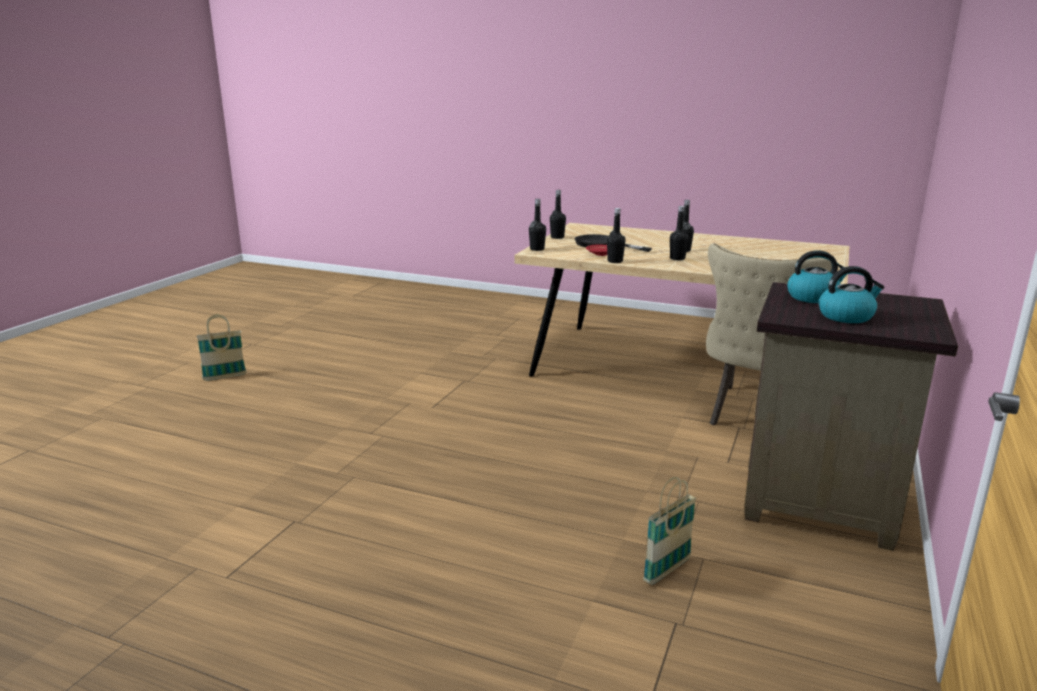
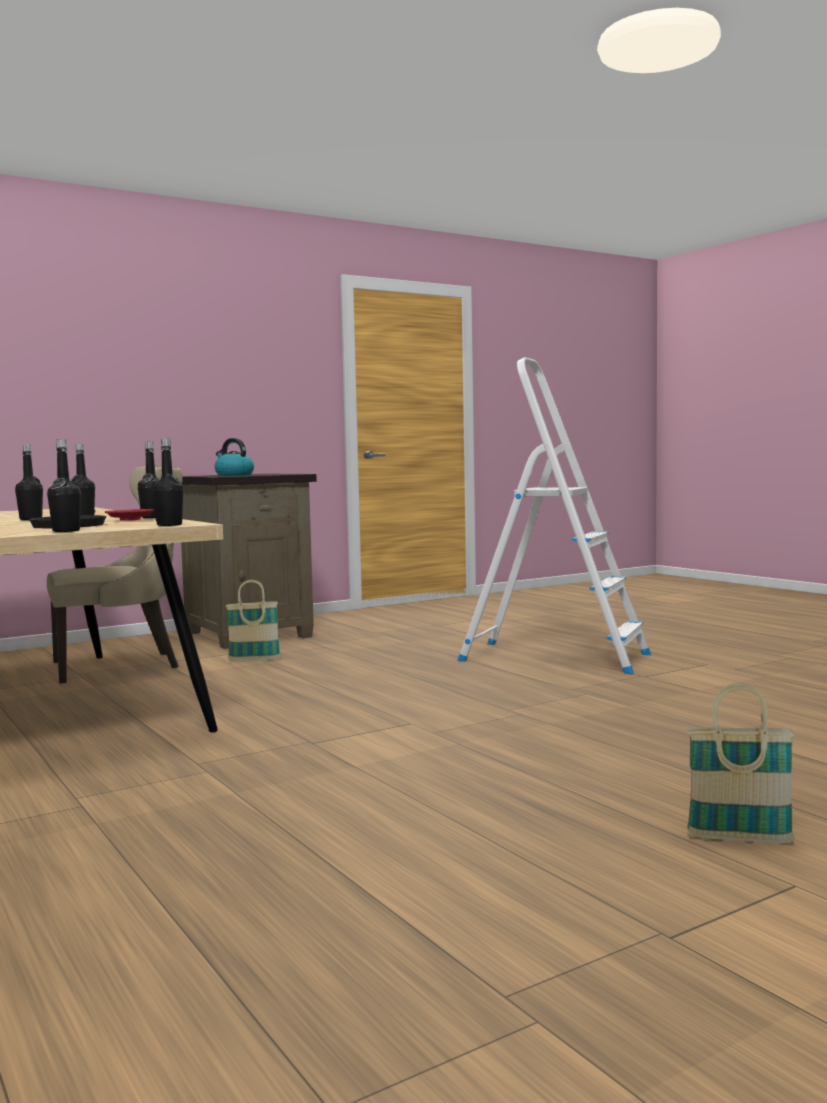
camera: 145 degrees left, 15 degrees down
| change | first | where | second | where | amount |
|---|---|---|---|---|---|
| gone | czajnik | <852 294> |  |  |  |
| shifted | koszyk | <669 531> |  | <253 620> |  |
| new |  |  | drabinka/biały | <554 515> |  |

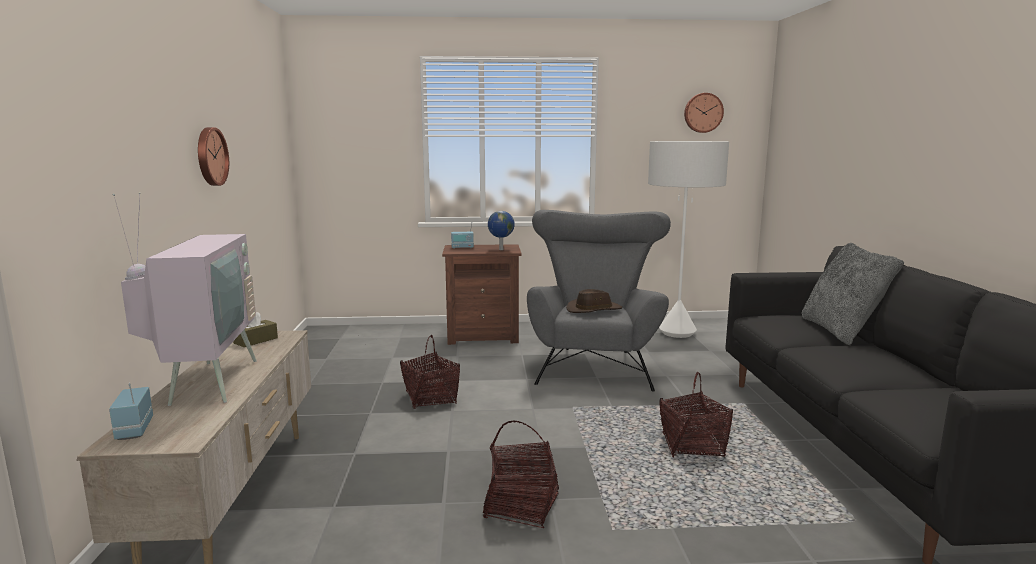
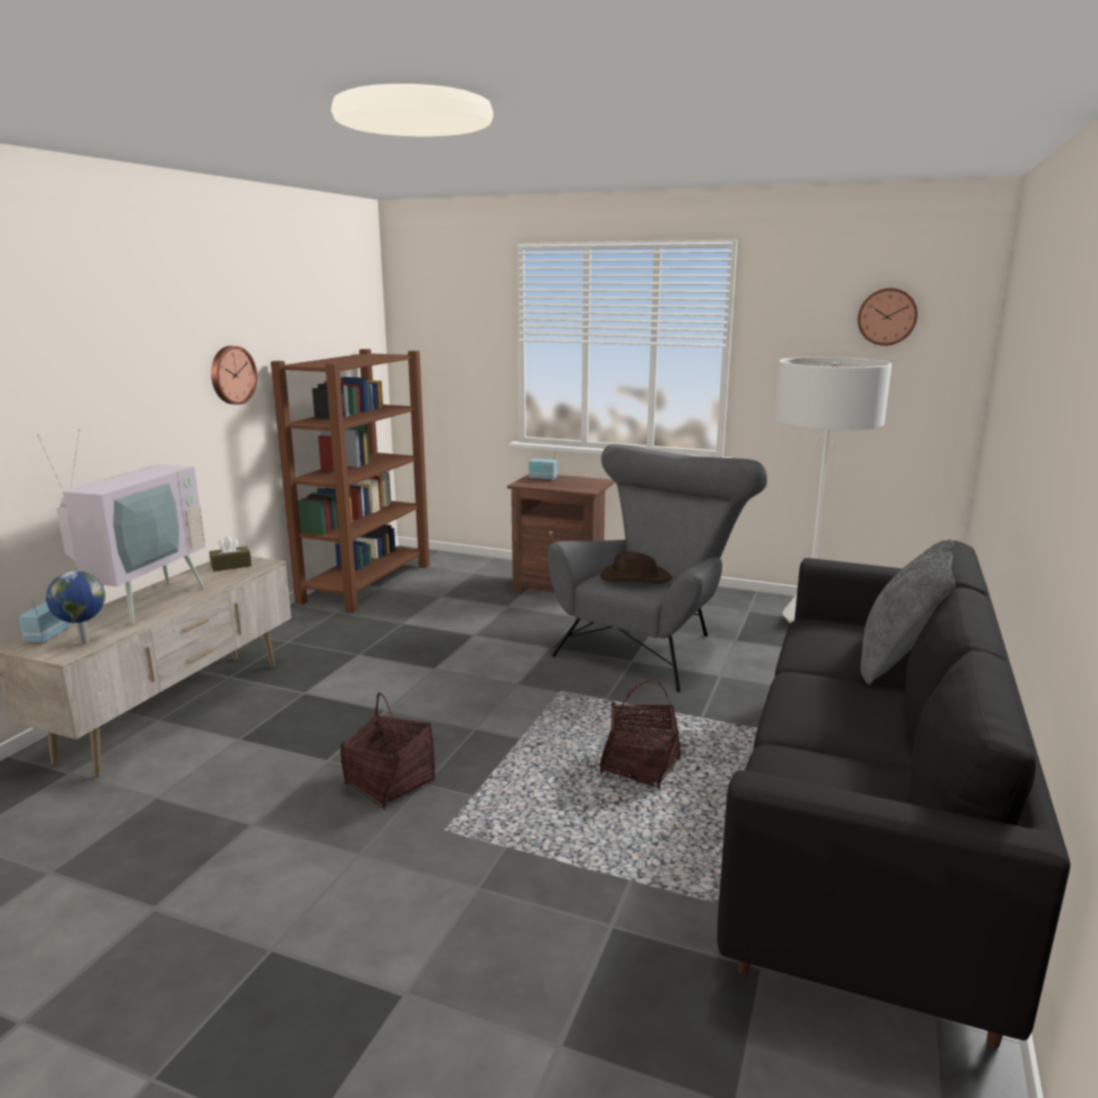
camera: 25 degrees right, 5 degrees up
| change | first | where | second | where | amount |
|---|---|---|---|---|---|
| shifted | globus | <501 230> |  | <75 608> |  |
| gone | koszyk | <430 372> |  |  |  |
| new |  |  | regał/brązowy | <350 481> |  |

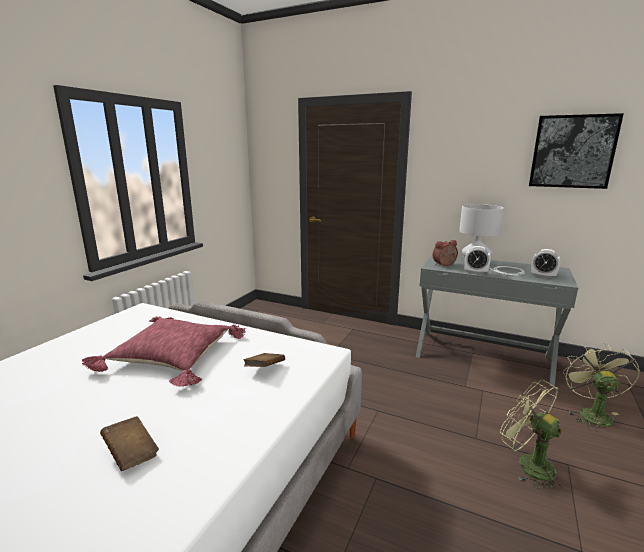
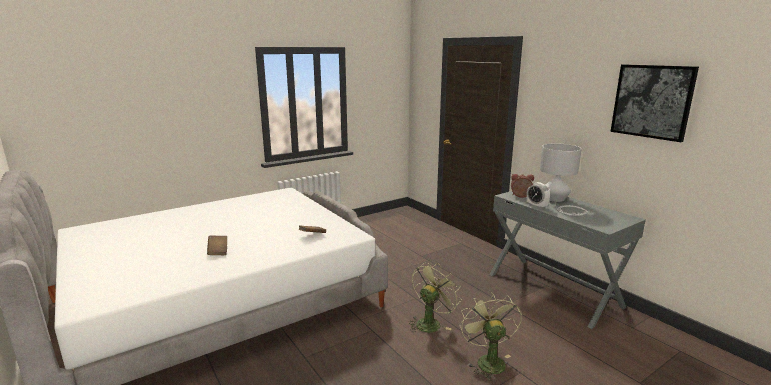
camera: 30 degrees right, 0 degrees up
| change | first | where | second | where | amount |
|---|---|---|---|---|---|
| gone | budzik | <545 263> |  |  |  |
| gone | poduszka/czerwony | <164 351> |  |  |  |
| shifted | wentylator/zielony | <601 387> |  | <435 297> |  |

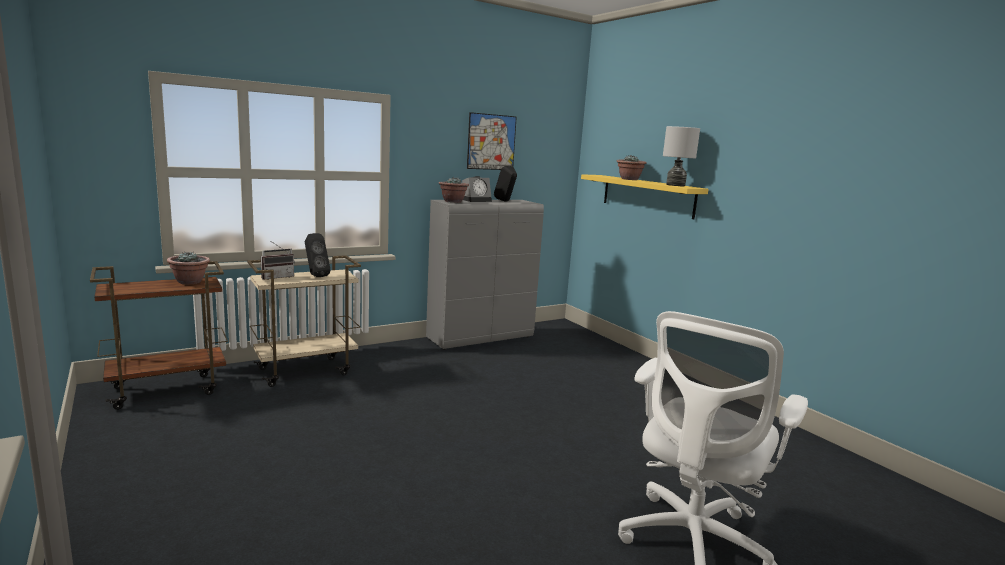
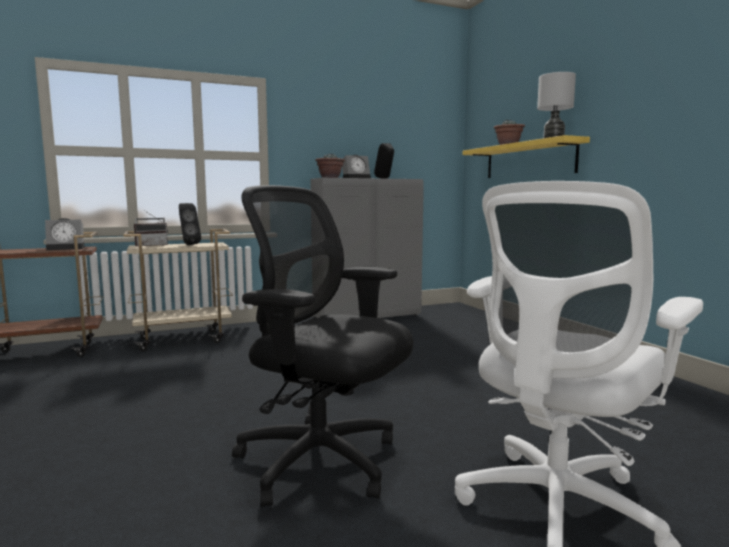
camera: 10 degrees right, 5 degrees down
| change | first | where | second | where | amount |
|---|---|---|---|---|---|
| gone | obraz | <492 141> |  |  |  |
| swapped | roślina doniczkowa | <188 268> | budzik | <65 234> |  |
| new |  |  | krzesło biurowe/czarny | <322 346> |  |

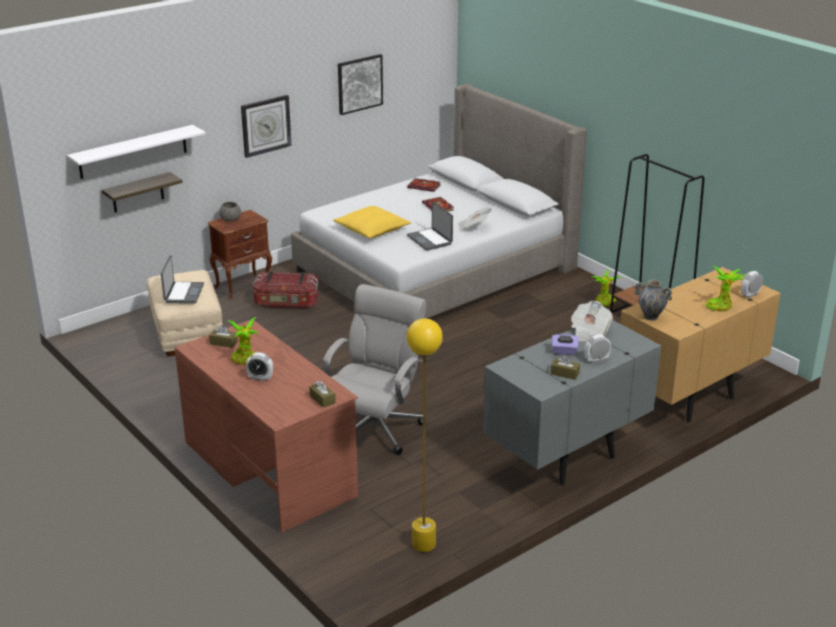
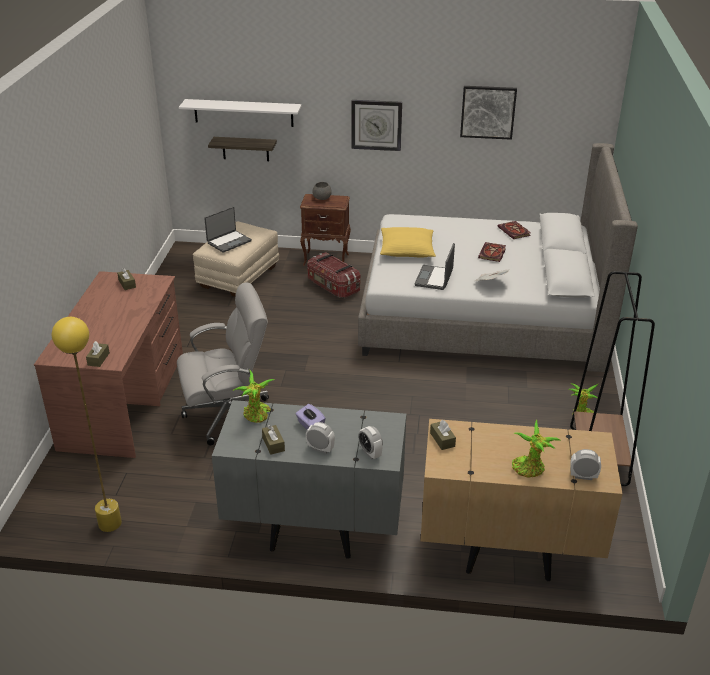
camera: 45 degrees right, 5 degrees up
| change | first | where | second | where | amount |
|---|---|---|---|---|---|
| swapped | wazon | <653 300> | pudełko chusteczek/brązowy | <443 435> |  |
| gone | gazeta | <592 321> |  |  |  |
| shifted | roślina doniczkowa | <243 341> |  | <254 396> |  |
| shifted | budzik | <259 366> |  | <370 442> |  |

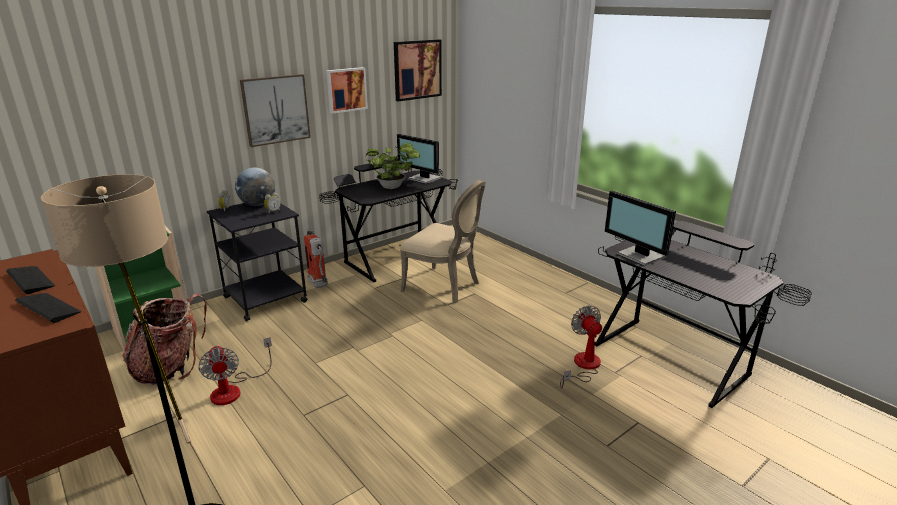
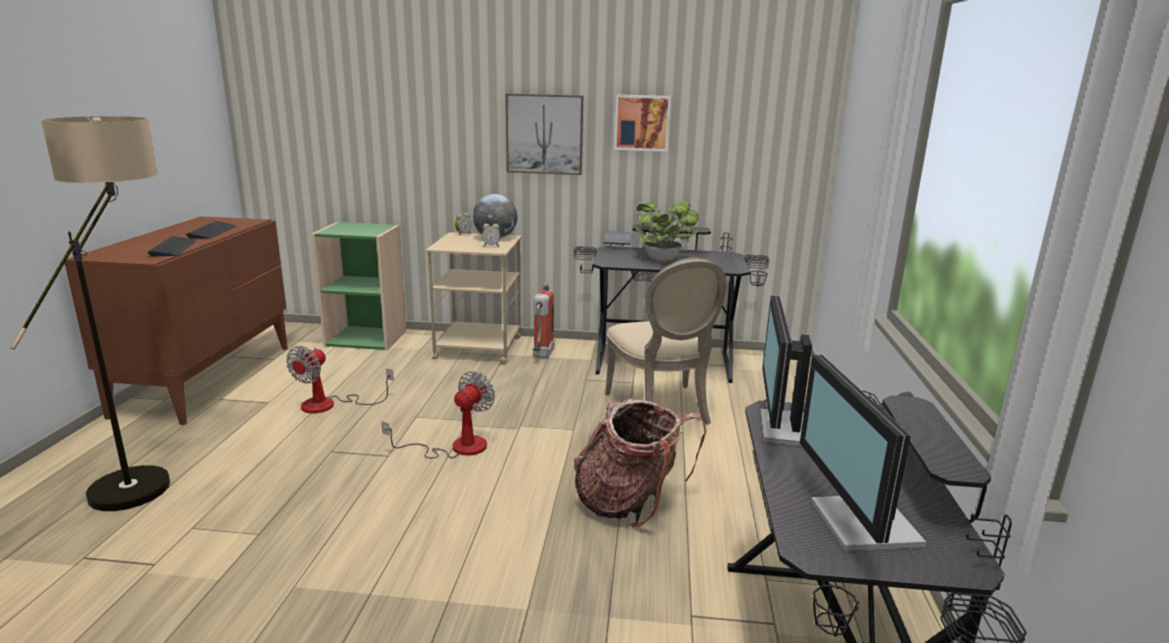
camera: 45 degrees right, 5 degrees down
| change | first | where | second | where | amount |
|---|---|---|---|---|---|
| gone | obraz | <418 70> |  |  |  |
| shifted | monitor | <419 159> |  | <863 453> |  |
| repainted | wózek/czarny | <257 262> | wózek/beżowy | <474 298> |  |
| shifted | plecak | <164 339> |  | <640 462> |  |
| shifted | wentylator | <581 346> |  | <438 415> |  |

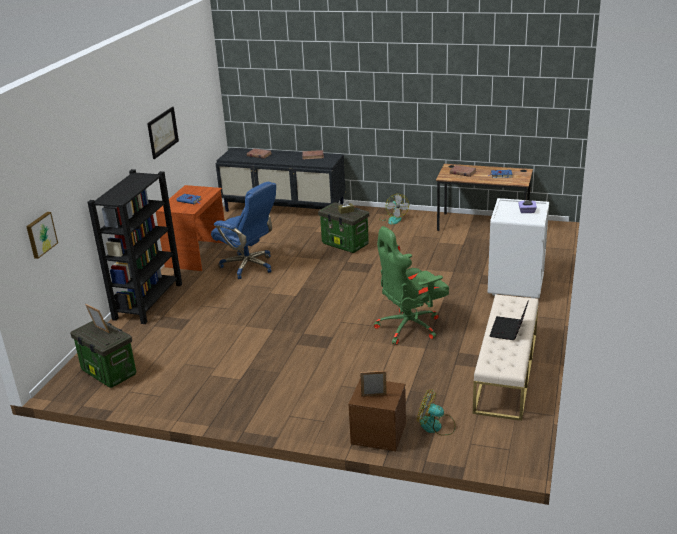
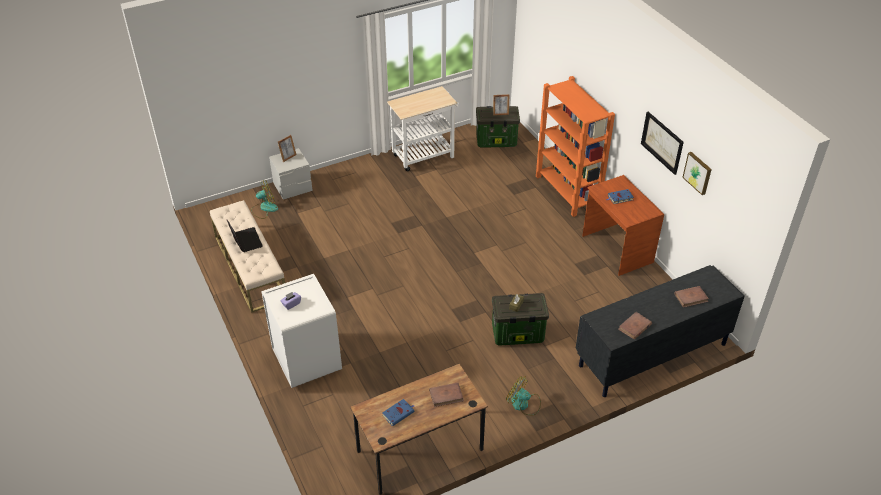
camera: 135 degrees right, 15 degrees up
| change | first | where | second | where | amount |
|---|---|---|---|---|---|
| repainted | regał/czarny | <134 246> | regał/pomarańczowy | <575 146> |  |
| gone | krzesło biurowe/niebieski | <243 230> |  |  |  |
| shifted | obraz | <42 235> |  | <697 173> |  |
| gone | krzesło biurowe/zielony | <411 285> |  |  |  |
| repainted | szafka nocna/brązowy | <377 414> | szafka nocna/biały | <291 174> |  |
| new |  |  | wózek/biały | <423 128> |  |

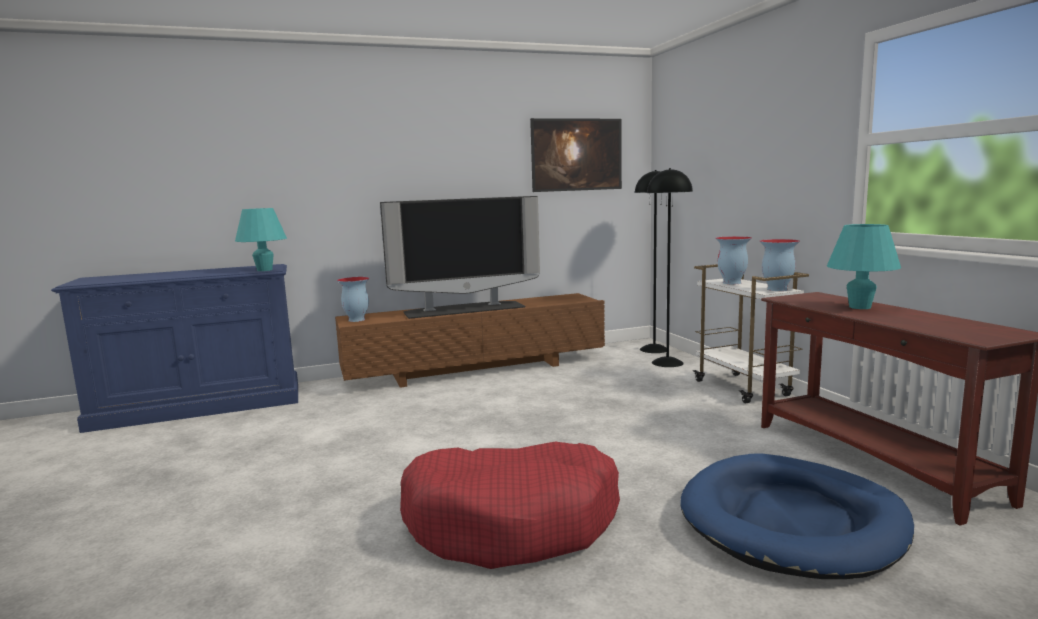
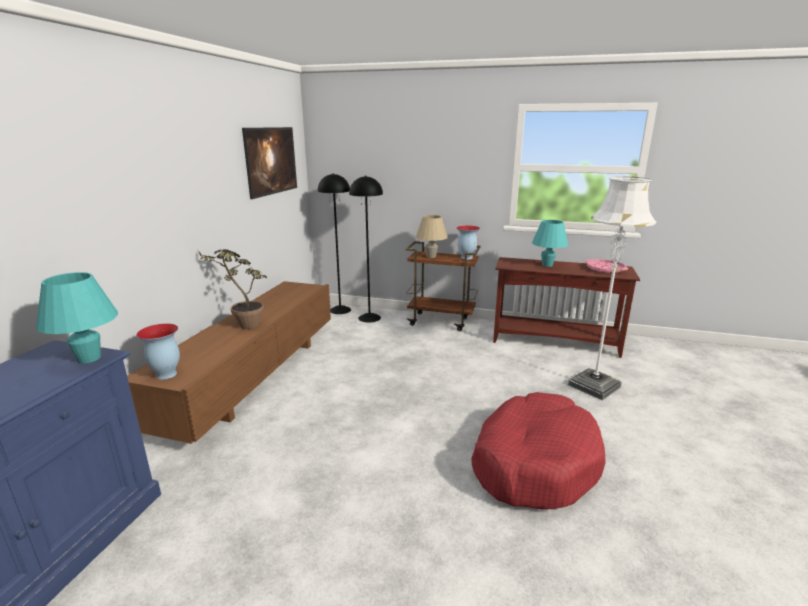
camera: 55 degrees left, 10 degrees up
| change | first | where | second | where | amount |
|---|---|---|---|---|---|
| swapped | telewizor | <460 257> | roślina doniczkowa | <232 289> |  |
| swapped | wazon | <733 260> | lampa stołowa/beżowy | <432 236> |  |
| repainted | wózek/biały | <751 333> | wózek/brązowy | <443 286> |  |
| swapped | legowisko/niebieski | <797 516> | lampa stojąca/biały | <612 288> |  |
| new |  |  | taca/różowy | <606 266> |  |

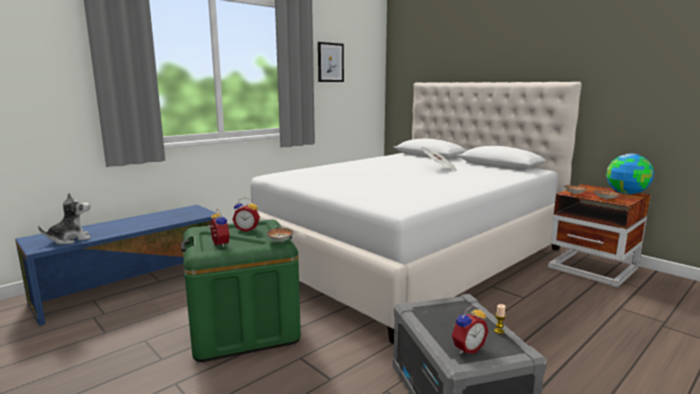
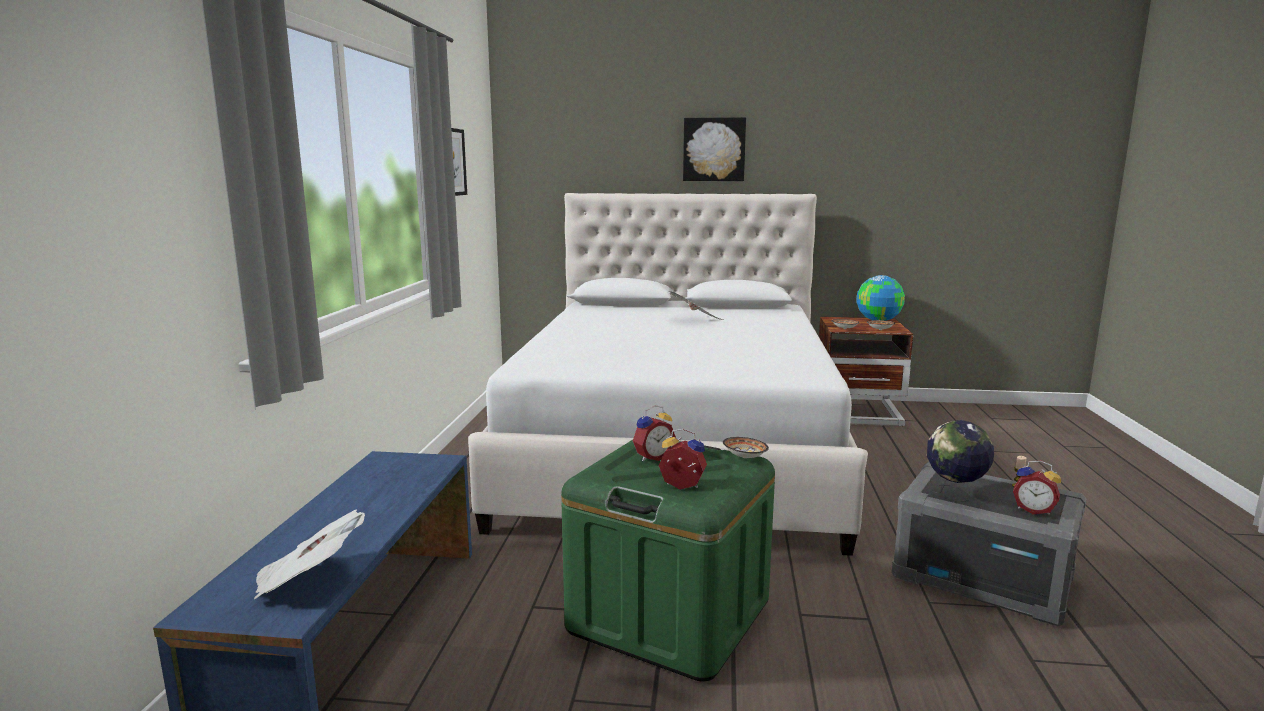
camera: 40 degrees left, 0 degrees up
| change | first | where | second | where | amount |
|---|---|---|---|---|---|
| swapped | pluszak | <64 219> | gazeta | <309 554> |  |
| rotated | budzik | <470 329> |  | <1037 488> | 105 degrees clockwise |
| new |  |  | obraz | <714 149> |  |
| new |  |  | globus | <960 461> |  |

